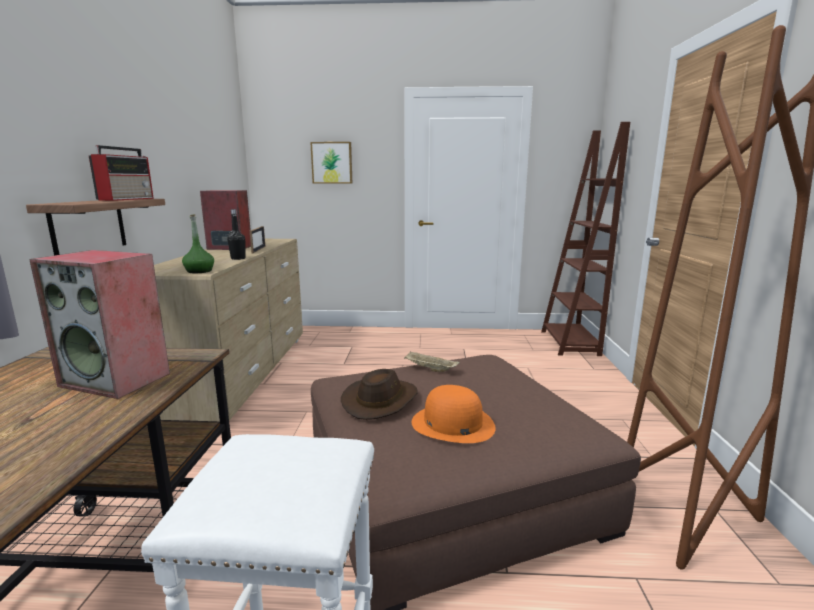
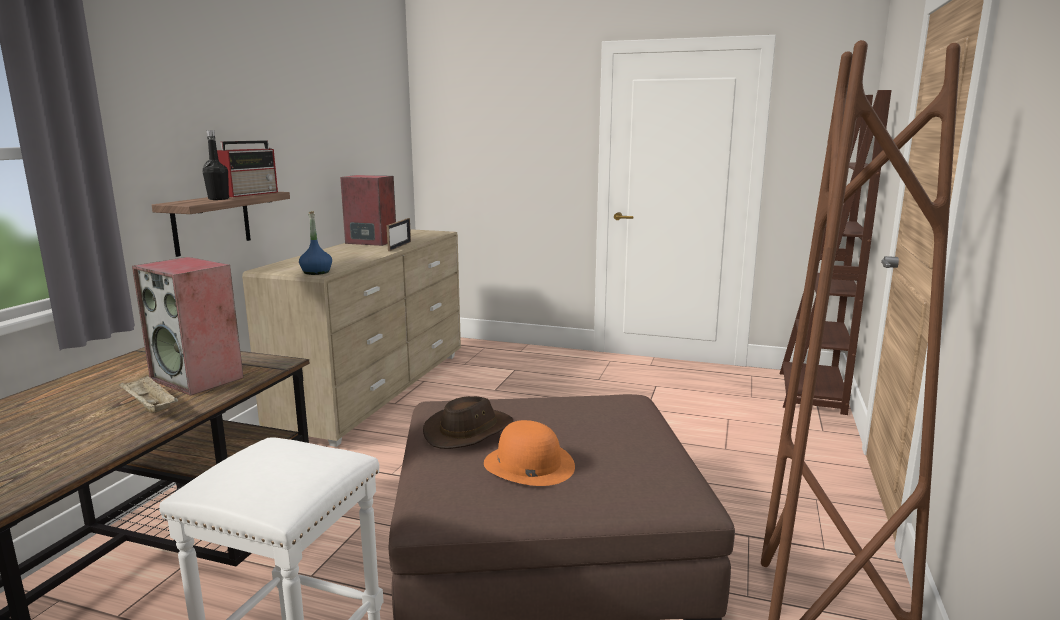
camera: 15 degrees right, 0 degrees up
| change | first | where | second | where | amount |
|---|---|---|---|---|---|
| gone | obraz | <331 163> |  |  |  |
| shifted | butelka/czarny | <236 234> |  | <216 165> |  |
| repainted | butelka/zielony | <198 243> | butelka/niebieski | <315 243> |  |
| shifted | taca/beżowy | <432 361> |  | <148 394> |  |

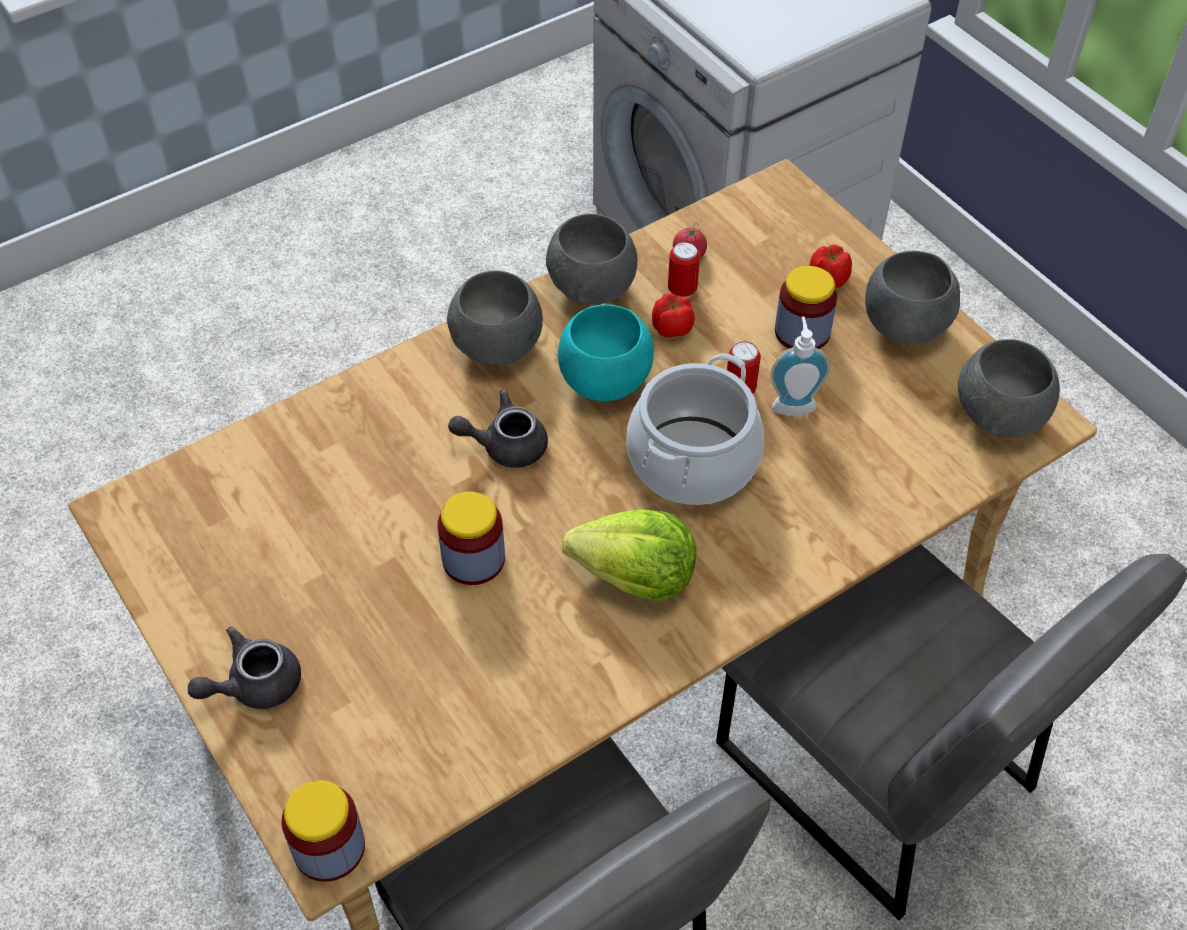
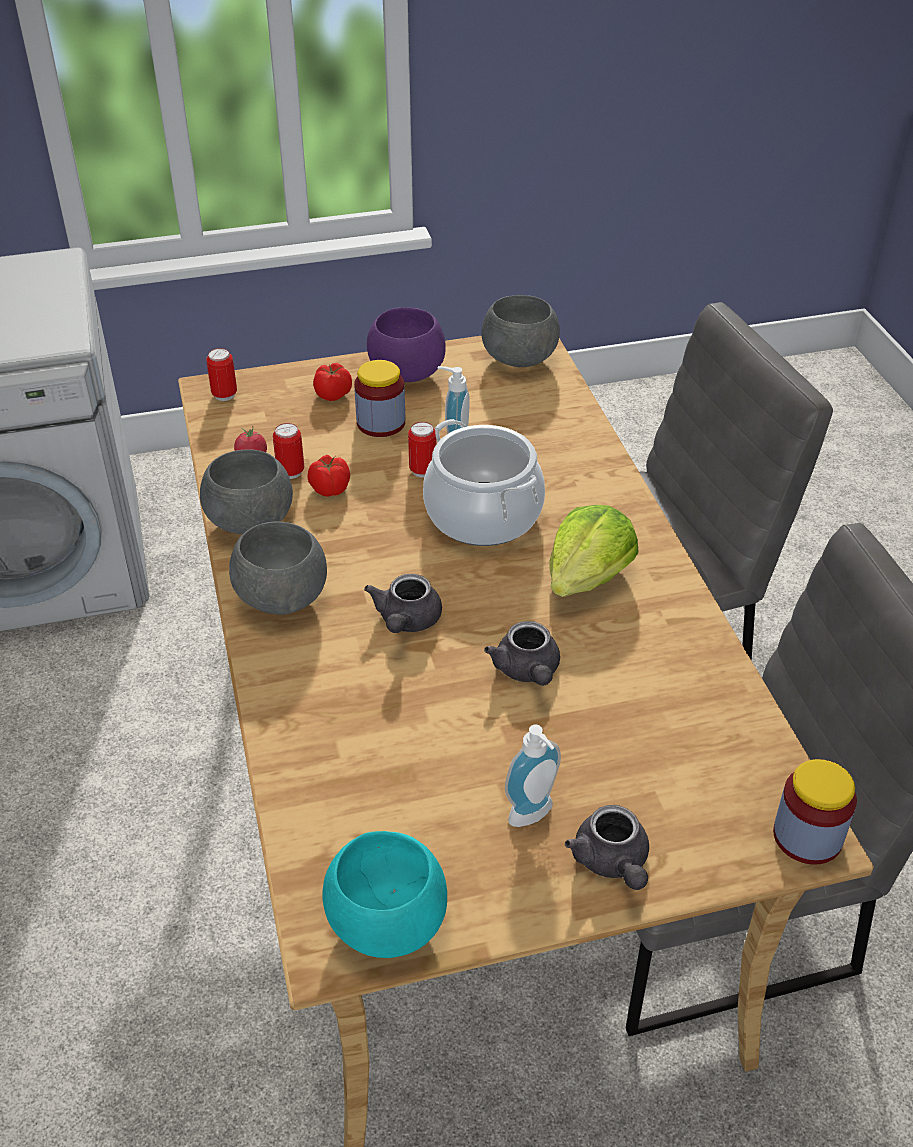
camera: 70 degrees left, 10 degrees down
| change | first | where | second | where | amount |
|---|---|---|---|---|---|
| repainted | miska/szary | <912 297> | miska/fioletowy | <406 344> |  |
| shifted | miska/turkusowy | <606 352> |  | <384 894> |  |
| swapped | słoik | <471 538> | imbryk/szary | <522 653> |  |
| new |  |  | puszka | <221 374> |  |
| new |  |  | dozownik mydła | <533 776> |  |

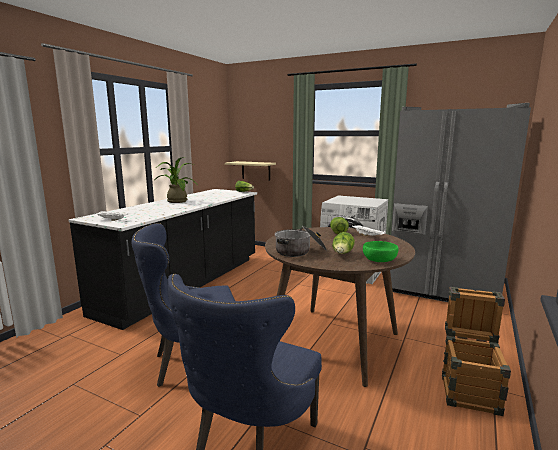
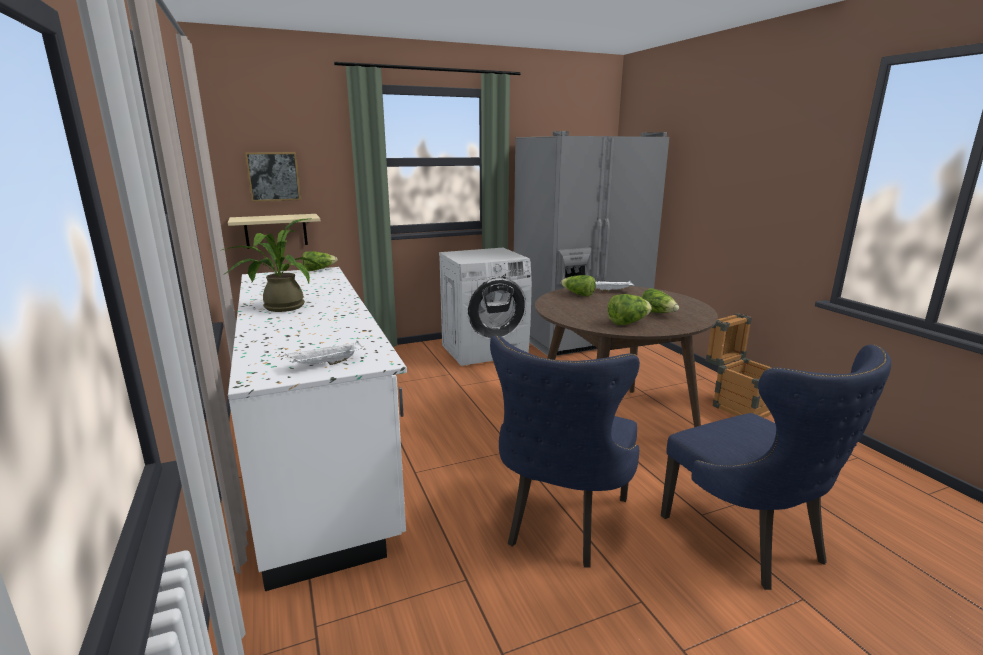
camera: 50 degrees left, 5 degrees up
| change | first | where | second | where | amount |
|---|---|---|---|---|---|
| repainted | zabudowa kuchenna/czarny | <162 259> | zabudowa kuchenna/biały | <317 429> |  |
| swapped | garnek | <301 241> | sałata | <629 309> |  |
| gone | miska/zielony | <380 251> |  |  |  |
| new |  |  | obraz | <273 177> |  |

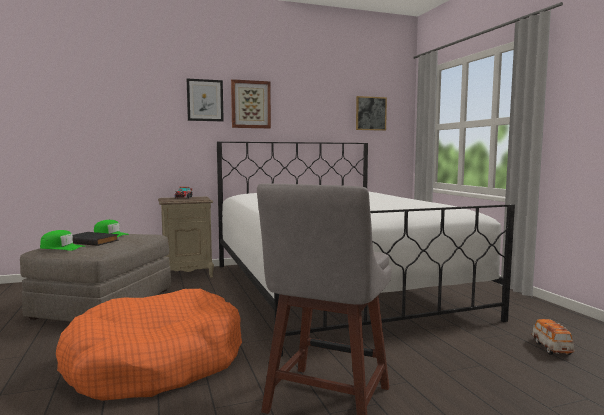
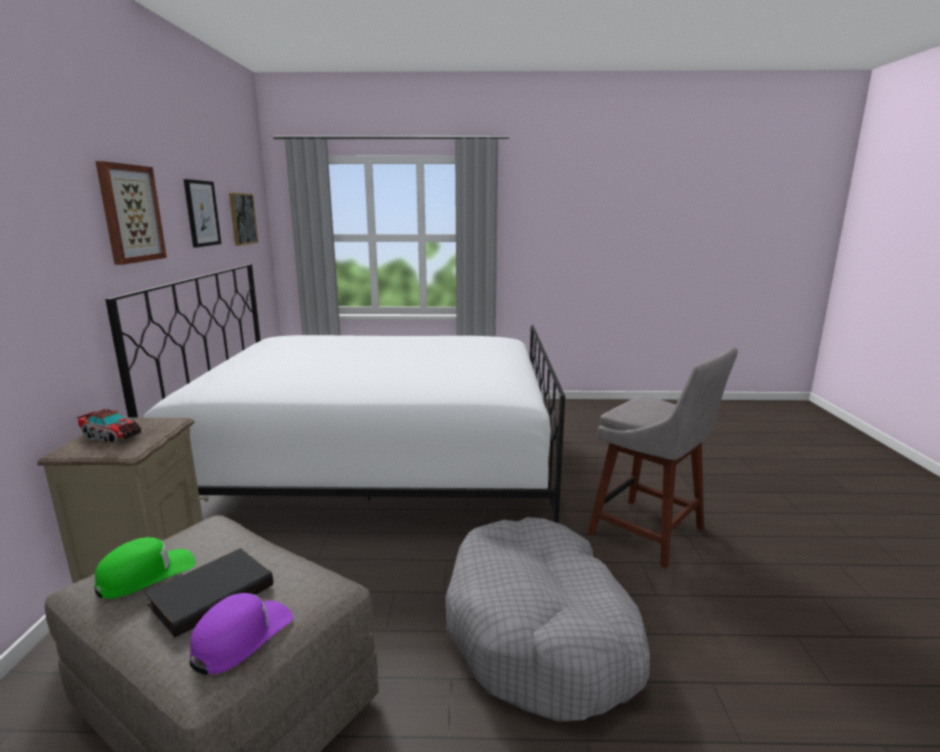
camera: 70 degrees left, 10 degrees up
| change | first | where | second | where | amount |
|---|---|---|---|---|---|
| shifted | obraz | <205 100> |  | <202 213> |  |
| repainted | czapka z daszkiem/zielony | <62 240> | czapka z daszkiem/fioletowy | <241 634> |  |
| repainted | legowisko/pomarańczowy | <149 345> | legowisko/szary | <547 619> |  |
| gone | samochodzik | <552 337> |  |  |  |

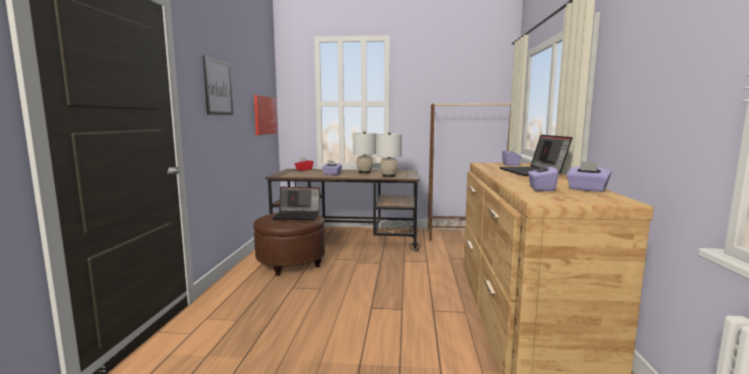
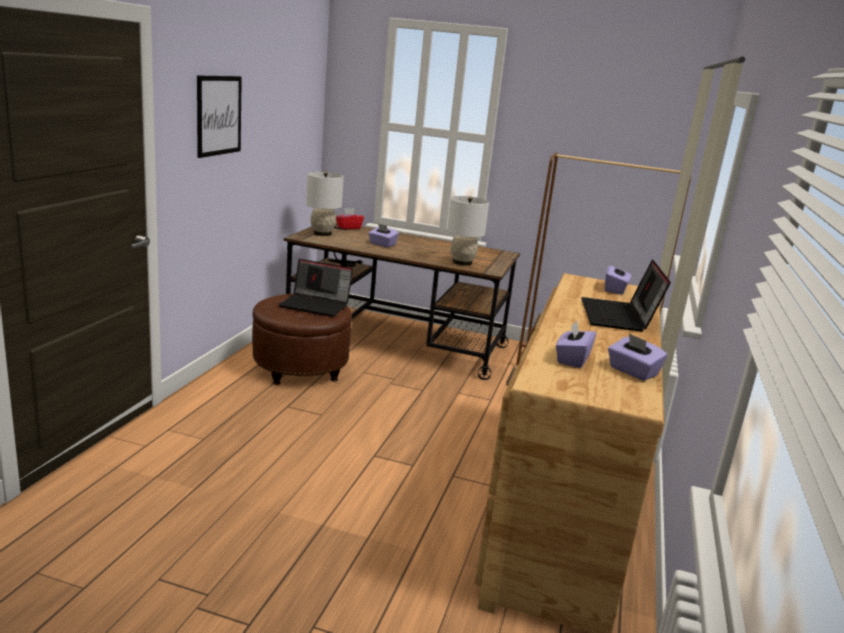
camera: 10 degrees right, 10 degrees up
| change | first | where | second | where | amount |
|---|---|---|---|---|---|
| gone | obraz | <266 115> |  |  |  |
| shifted | lampa stołowa/biały | <364 152> |  | <325 204> |  |

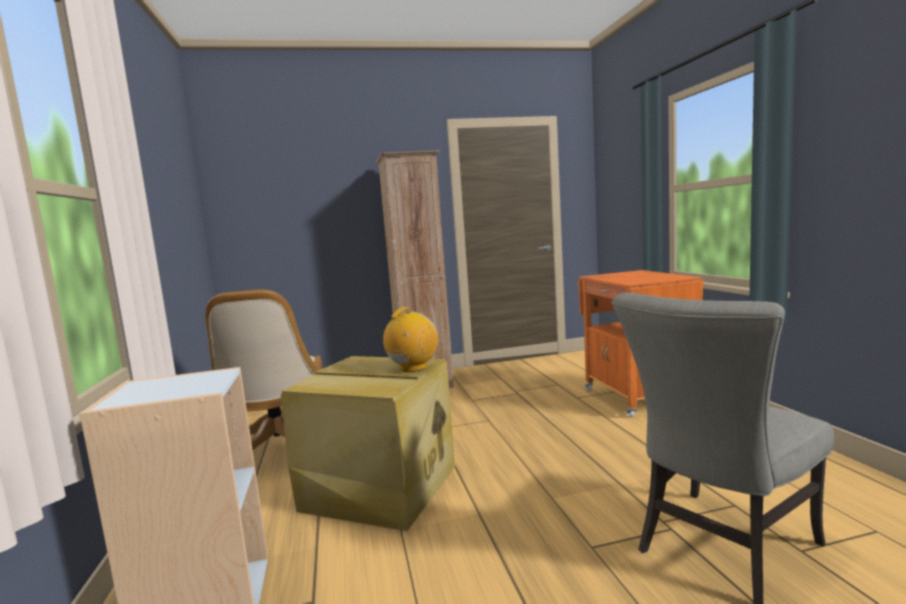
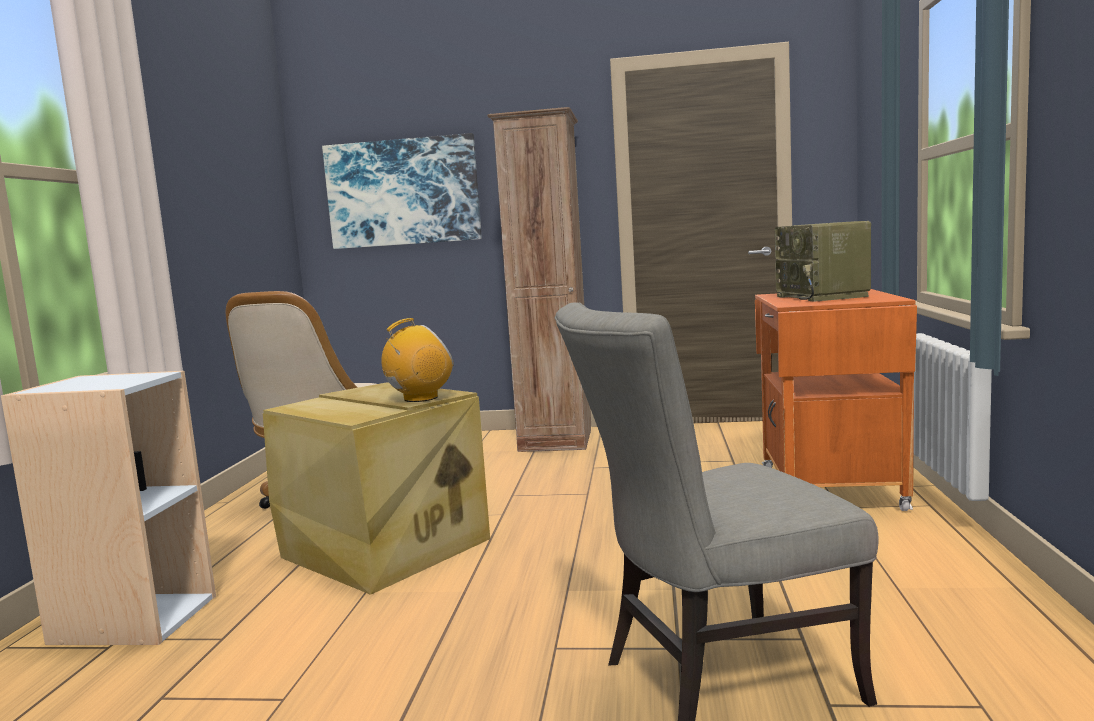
camera: 20 degrees right, 0 degrees up
| change | first | where | second | where | amount |
|---|---|---|---|---|---|
| new |  |  | obraz | <402 191> |  |
| new |  |  | radio | <823 261> |  |

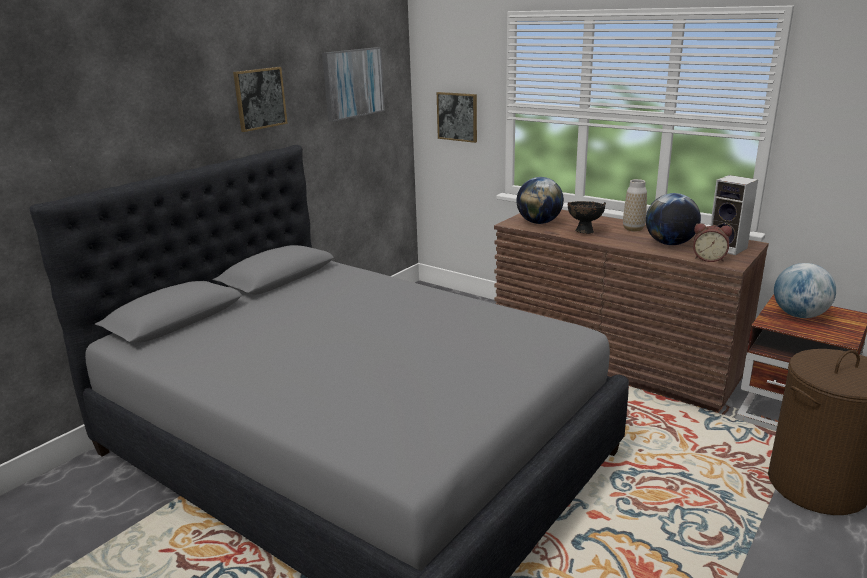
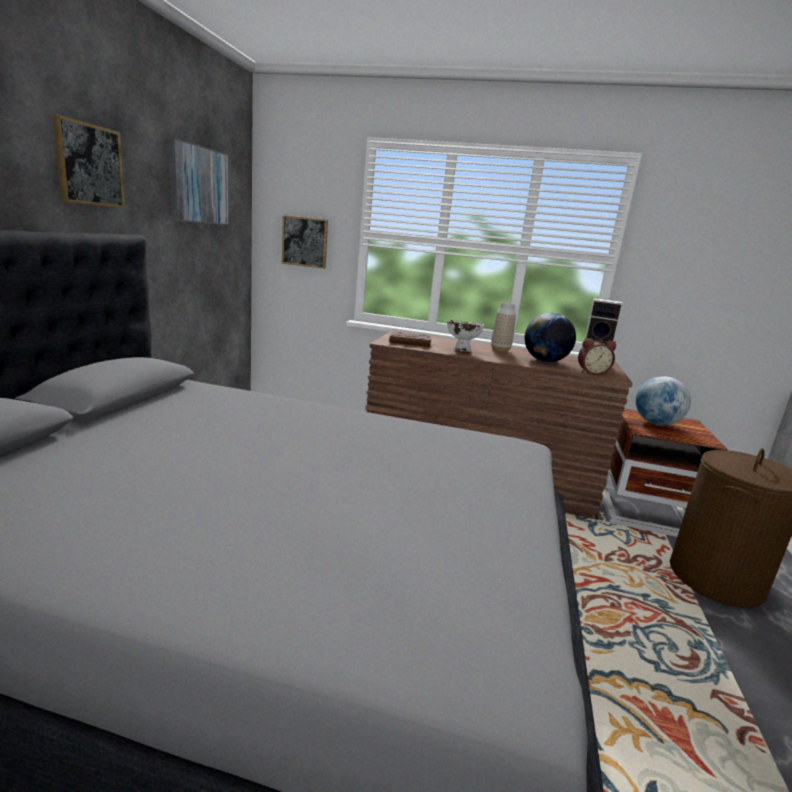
camera: 25 degrees left, 5 degrees down
| change | first | where | second | where | amount |
|---|---|---|---|---|---|
| swapped | globus | <540 200> | książka/brązowy | <412 339> |  |
| repainted | miska/czarny | <587 217> | miska/biały | <465 335> |  |

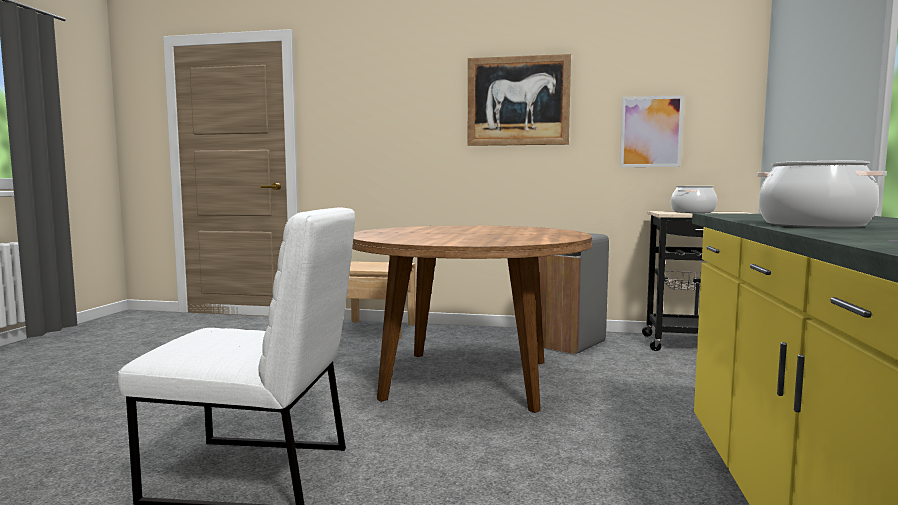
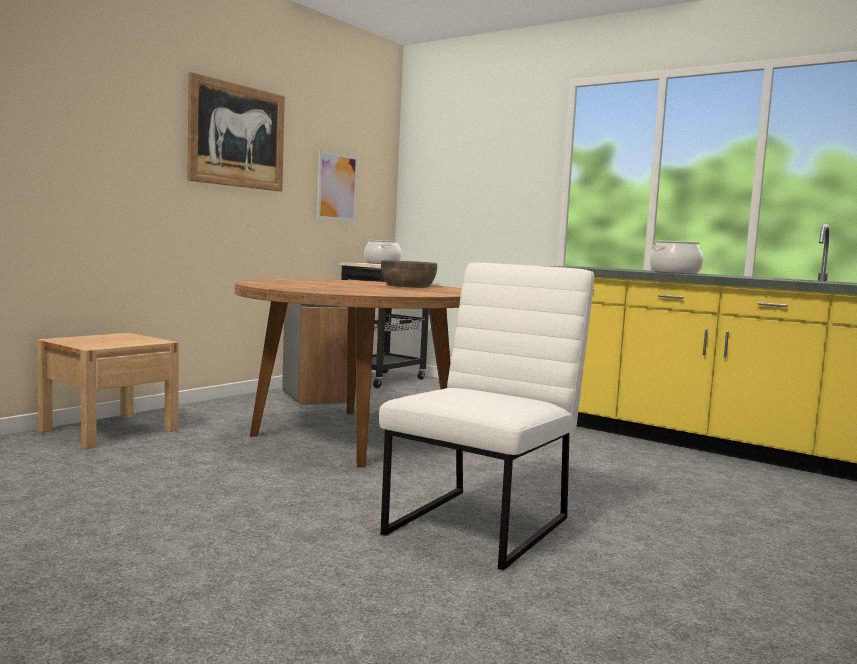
camera: 65 degrees left, 0 degrees up
| change | first | where | second | where | amount |
|---|---|---|---|---|---|
| new |  |  | miska/brązowy | <409 274> |  |

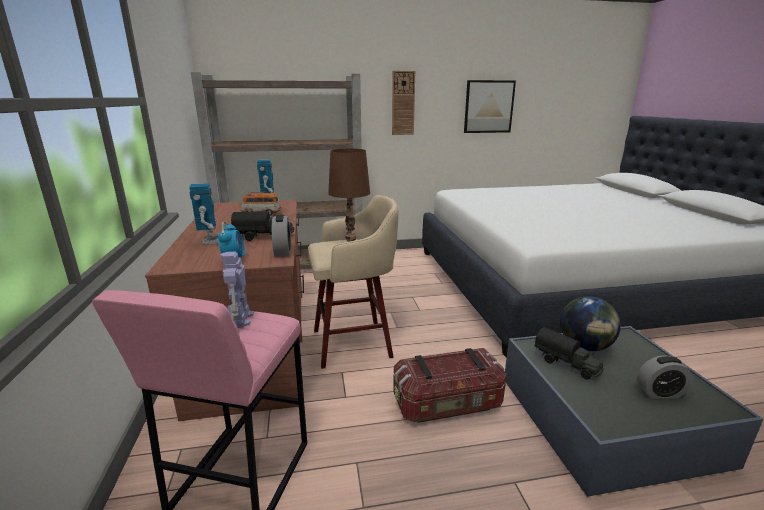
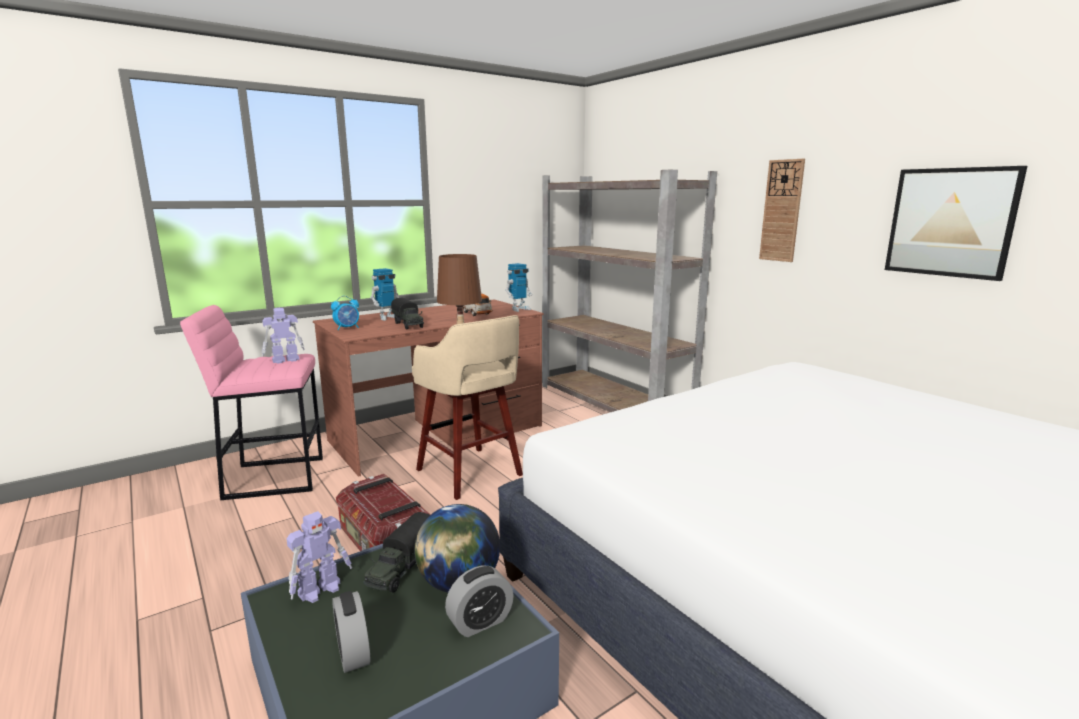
camera: 65 degrees right, 5 degrees down
| change | first | where | second | where | amount |
|---|---|---|---|---|---|
| shifted | budzik | <281 235> |  | <479 601> |  |
| new |  |  | robot zabawkowy | <319 557> |  |

